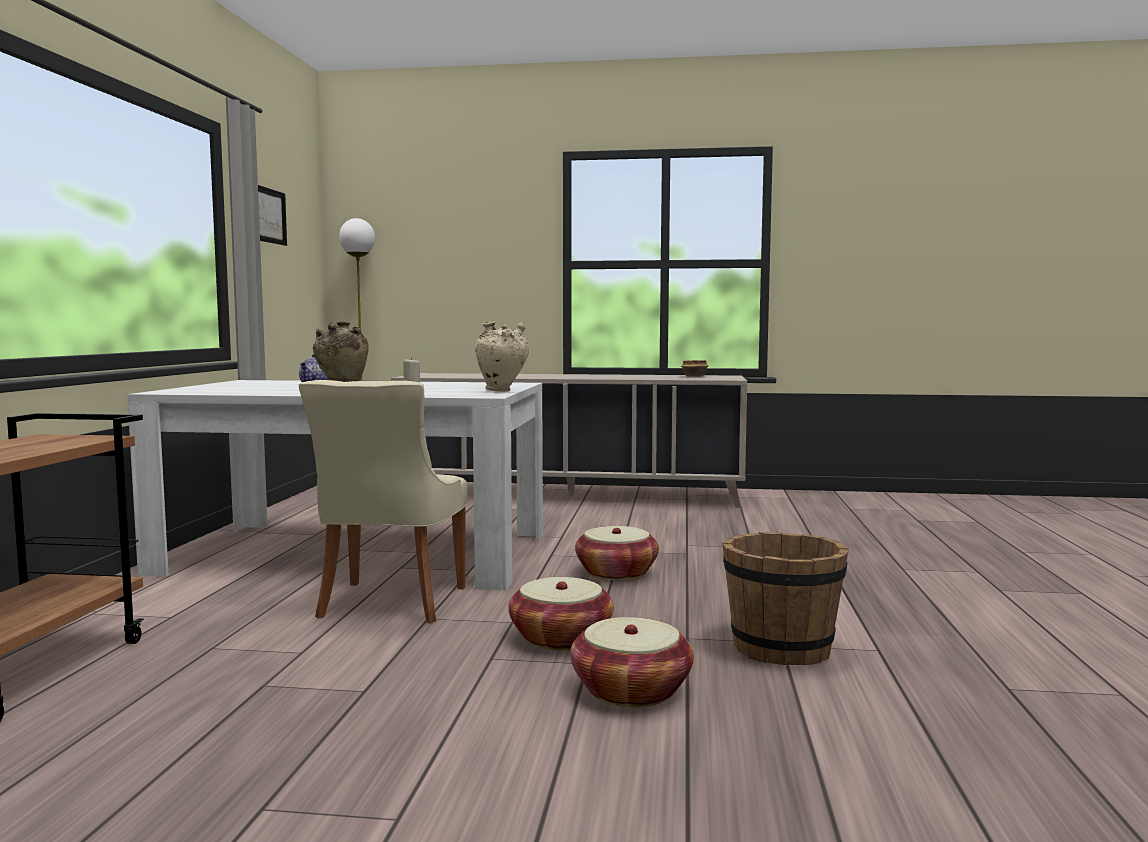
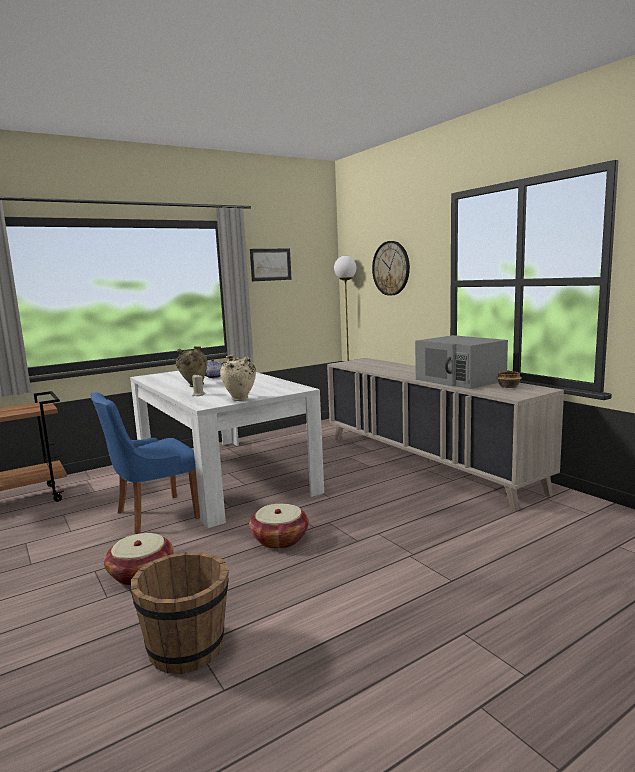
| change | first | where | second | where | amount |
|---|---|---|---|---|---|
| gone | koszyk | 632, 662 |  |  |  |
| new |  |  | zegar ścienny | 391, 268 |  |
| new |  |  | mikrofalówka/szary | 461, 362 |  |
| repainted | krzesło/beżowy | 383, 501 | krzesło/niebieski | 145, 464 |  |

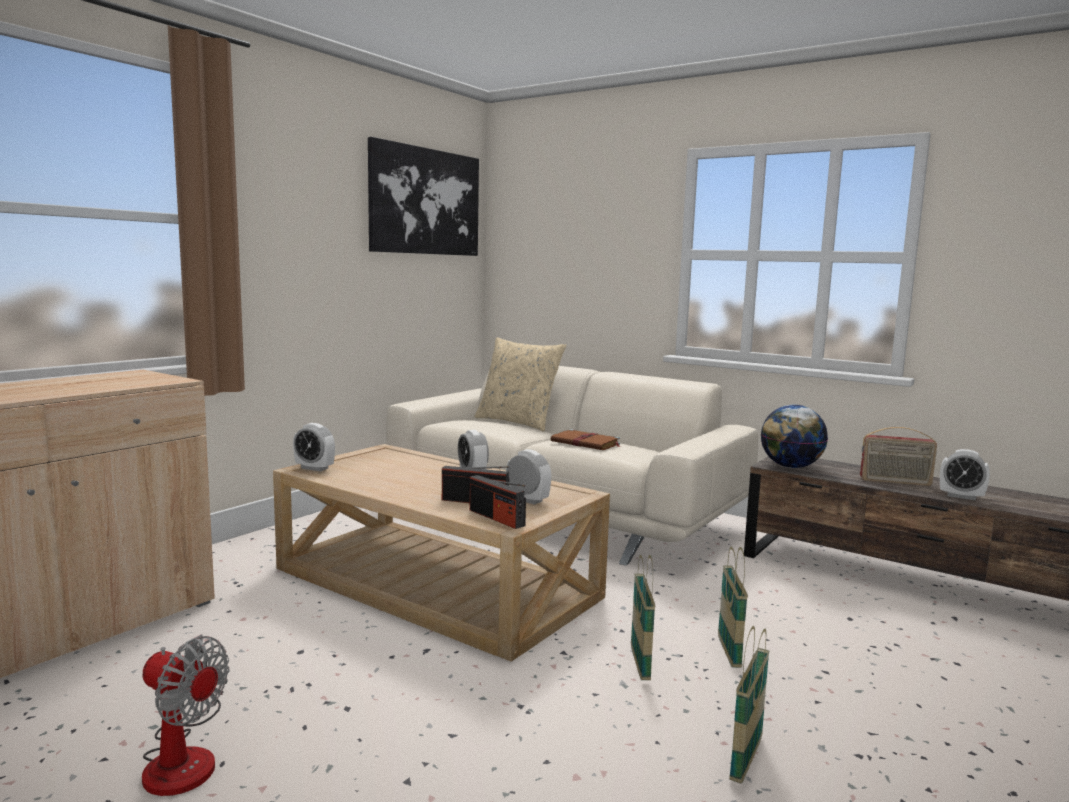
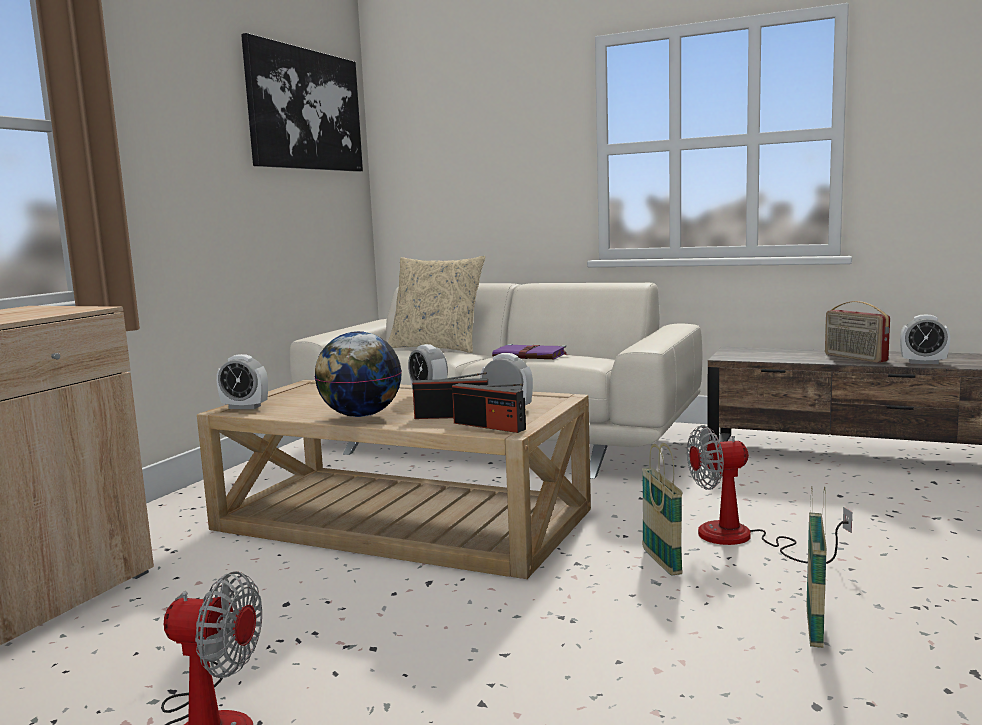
| change | first | where | second | where | amount |
|---|---|---|---|---|---|
| shifted | globus | 794, 436 |  | 358, 374 |  |
| swapped | koszyk | 733, 607 | wentylator | 769, 494 |  |
| repainted | książka/brązowy | 585, 439 | książka/fioletowy | 531, 351 |  |
| rotated | radio | 898, 456 |  | 857, 332 | 60 degrees clockwise |

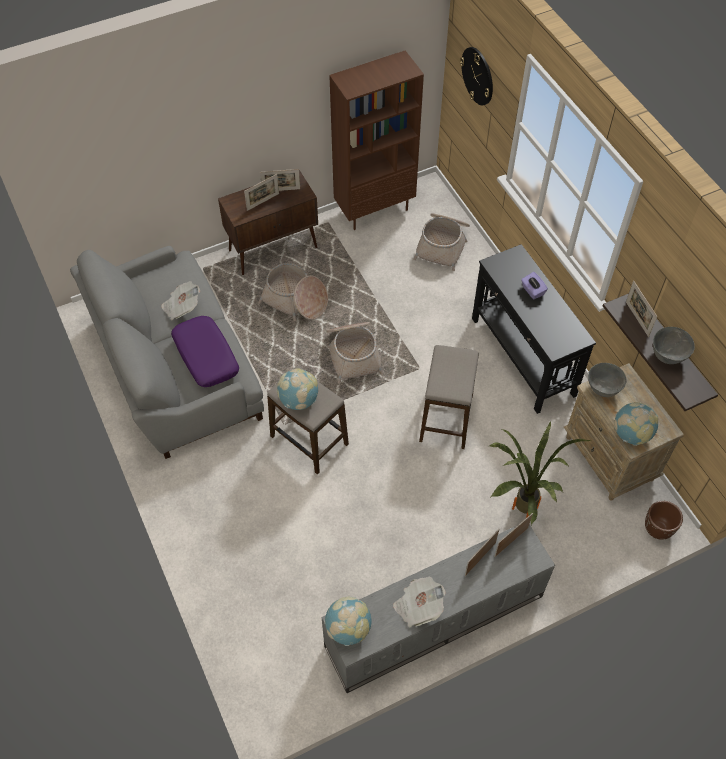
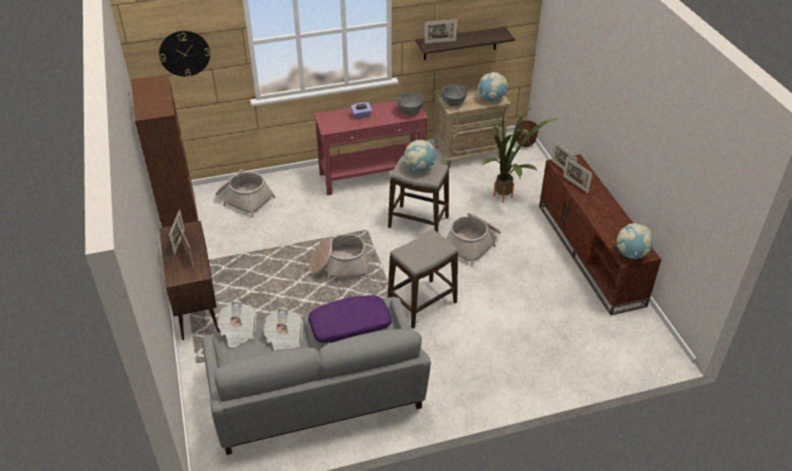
| change | first | where | second | where | amount |
|---|---|---|---|---|---|
| shifted | koszyk | 293, 292 |  | 473, 240 |  |
| shifted | globus | 297, 389 |  | 420, 156 |  |
| shifted | gazeta | 419, 602 |  | 237, 324 |  |
| shifted | miska/szary | 674, 345 |  | 410, 103 |  |
| repainted | szafka pod telewizor/szary | 438, 609 | szafka pod telewizor/brązowy | 600, 234 |  |
| repainted | stolik konsolowy/czarny | 534, 329 | stolik konsolowy/czerwony | 371, 148 |  |

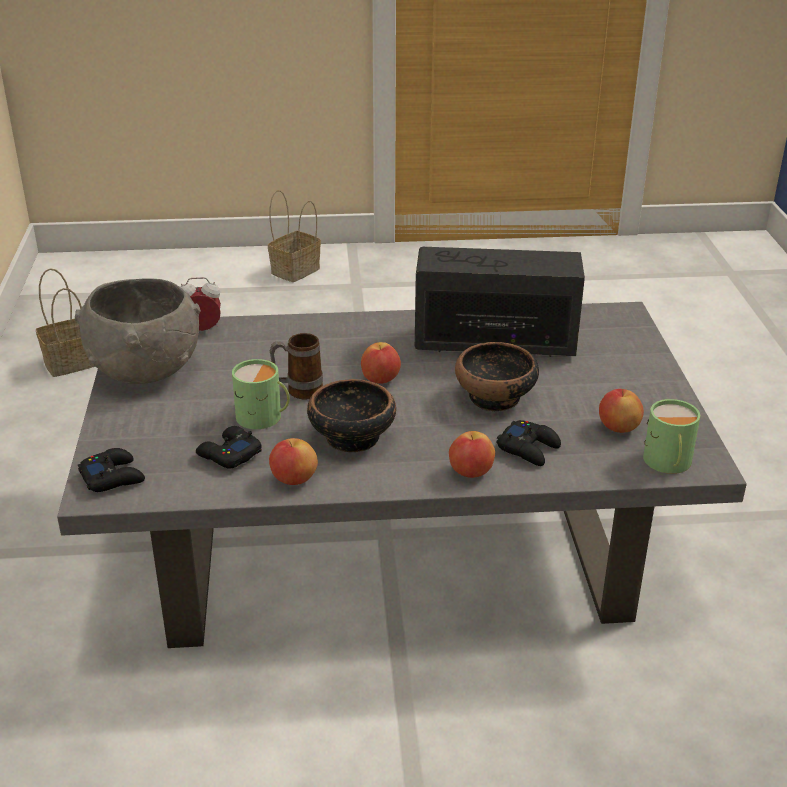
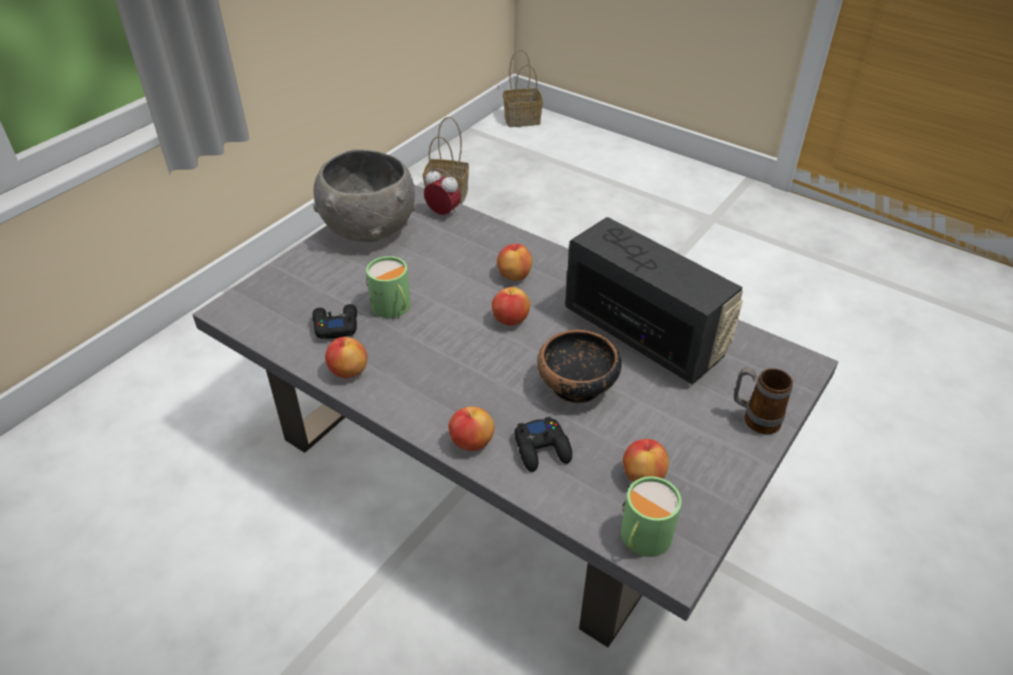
| change | first | where | second | where | amount |
|---|---|---|---|---|---|
| gone | pad do gier/czarny | 111, 470 |  |  |  |
| gone | miska | 351, 415 |  |  |  |
| new |  |  | jabłko | 514, 262 |  |
| shifted | koszyk | 294, 236 |  | 523, 88 |  |
| shifted | kubek | 296, 366 |  | 763, 400 |  |

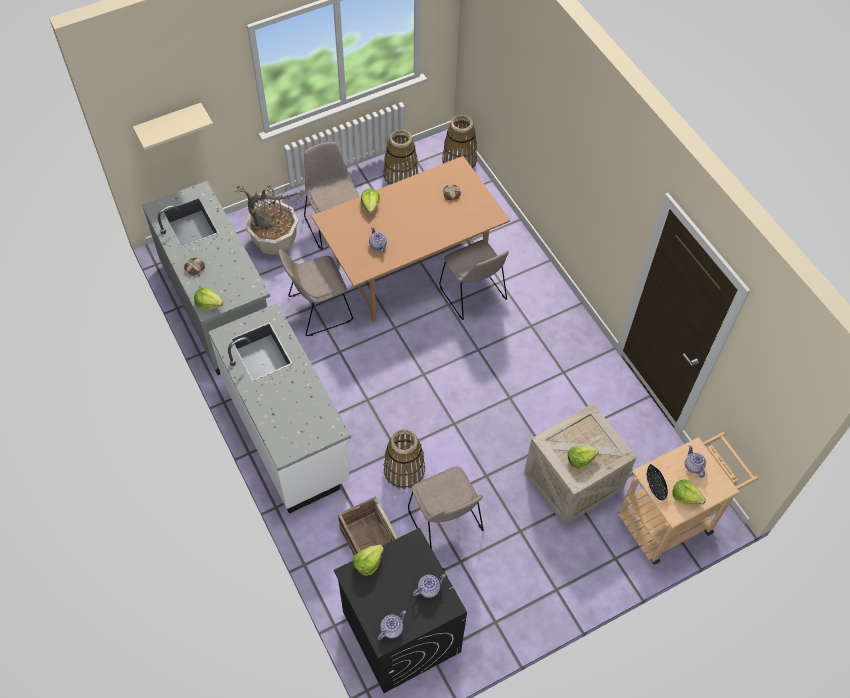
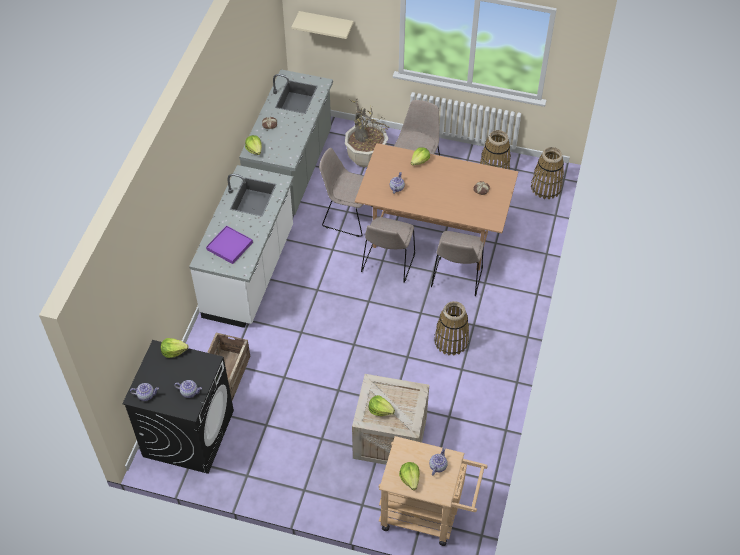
| change | first | where | second | where | amount |
|---|---|---|---|---|---|
| gone | miska/czarny | 657, 482 |  |  |  |
| new |  |  | taca/fioletowy | 229, 245 |  |
| shifted | koszyk | 404, 459 |  | 451, 328 |  |
| shifted | krzesło/beżowy | 446, 507 |  | 388, 249 |  |

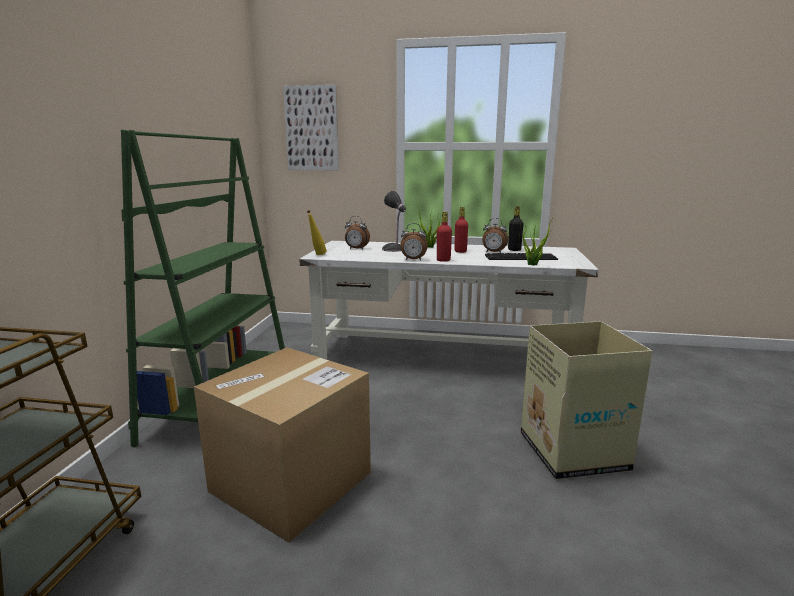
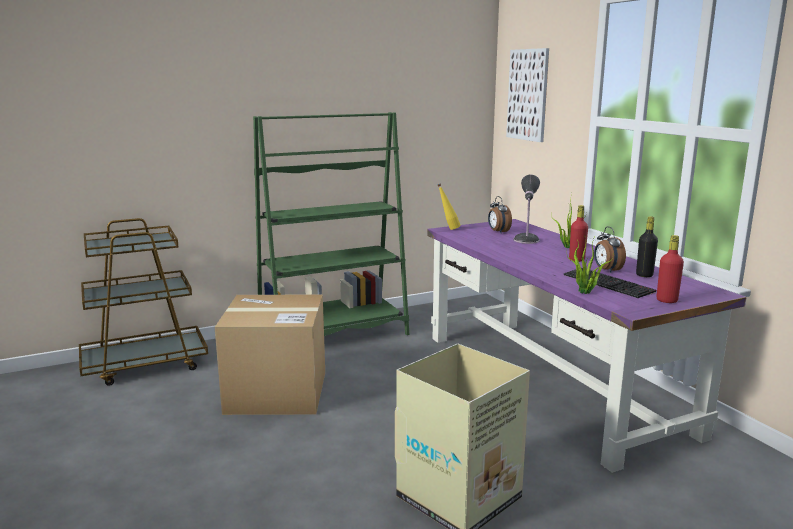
| change | first | where | second | where | amount |
|---|---|---|---|---|---|
| gone | budzik | 414, 242 |  |  |  |
| shifted | butelka/czerwony | 444, 237 |  | 670, 269 |  |
| repainted | biurko/biały | 449, 300 | biurko/fioletowy | 586, 346 |  |

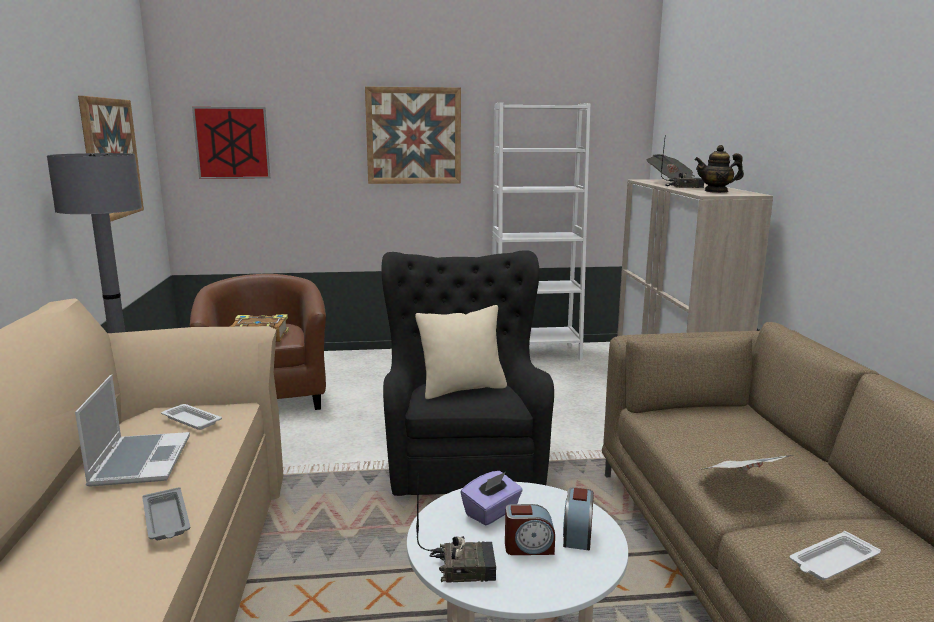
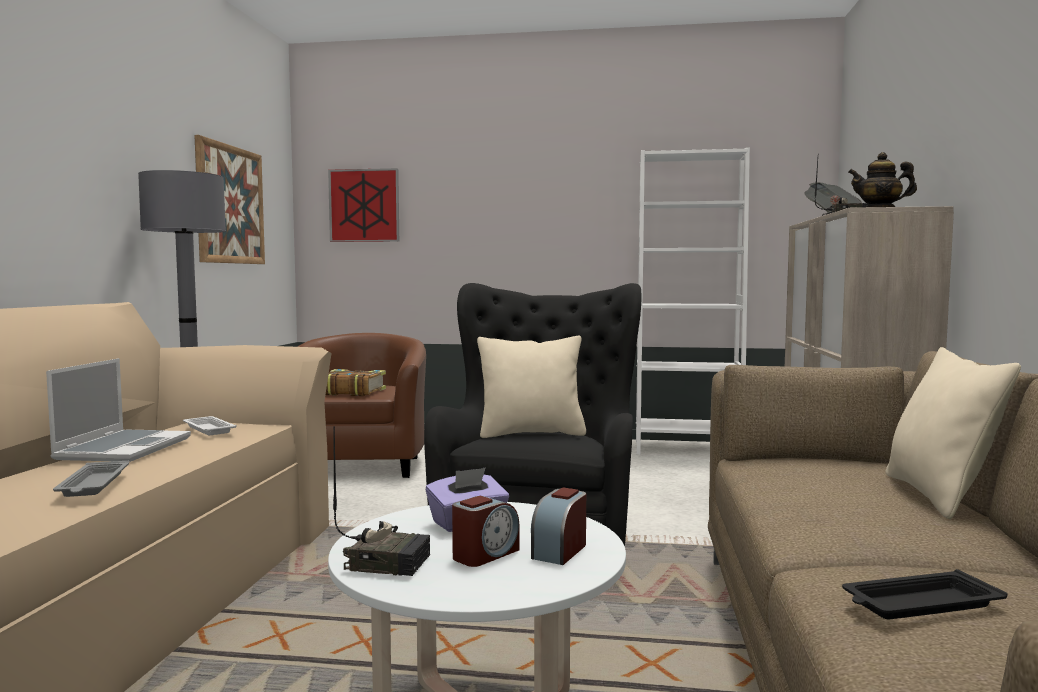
| change | first | where | second | where | amount |
|---|---|---|---|---|---|
| gone | obraz | 413, 135 |  |  |  |
| gone | gazeta | 745, 463 |  |  |  |
| new |  |  | poduszka/beżowy | 953, 433 |  |
| repainted | taca/biały | 835, 555 | taca/czarny | 925, 594 |  |
| rotated | budzik | 530, 529 |  | 485, 531 | 60 degrees counterclockwise |

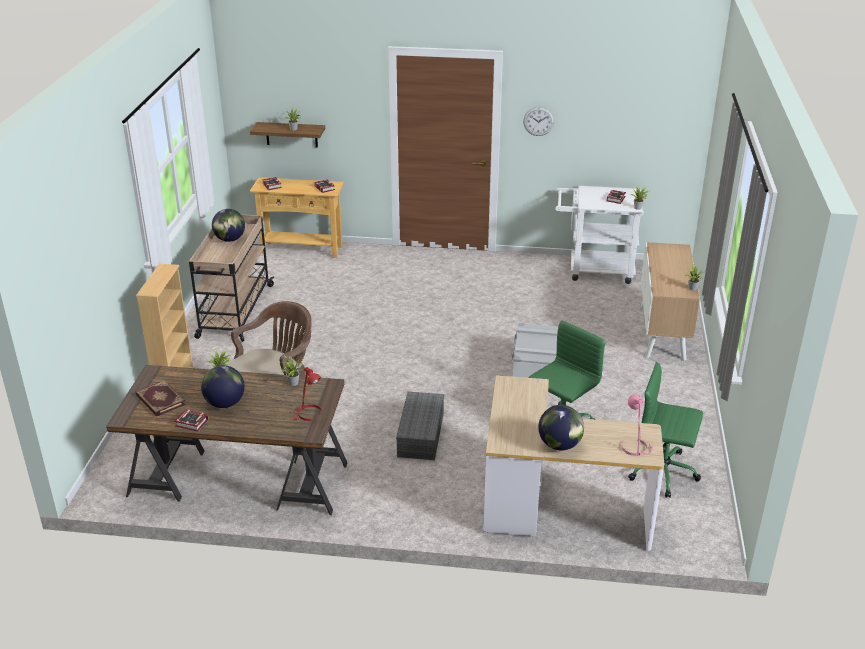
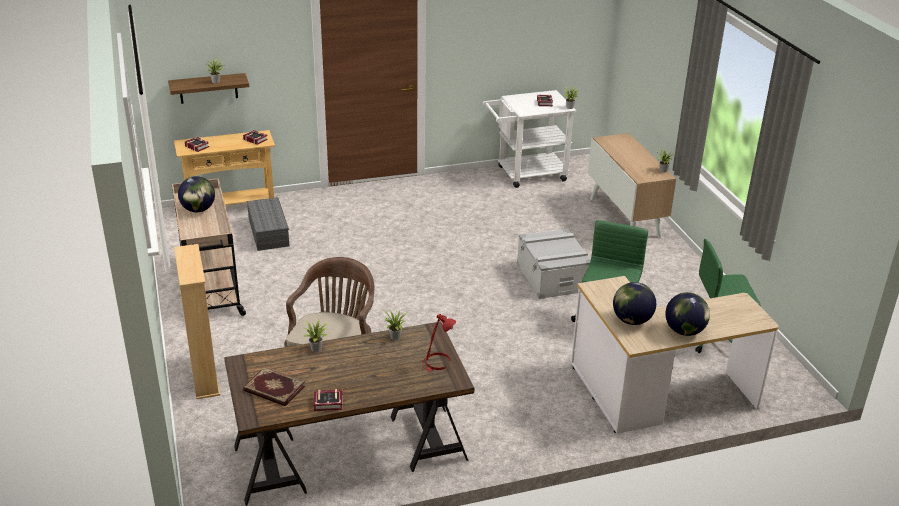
| change | first | where | second | where | amount |
|---|---|---|---|---|---|
| gone | zegar ścienny | 538, 121 |  |  |  |
| gone | lampa stołowa/różowy | 638, 425 |  |  |  |
| shifted | globus | 223, 386 |  | 634, 303 |  |
| shifted | pojemnik do przechowywania/szary | 420, 426 |  | 268, 224 |  |

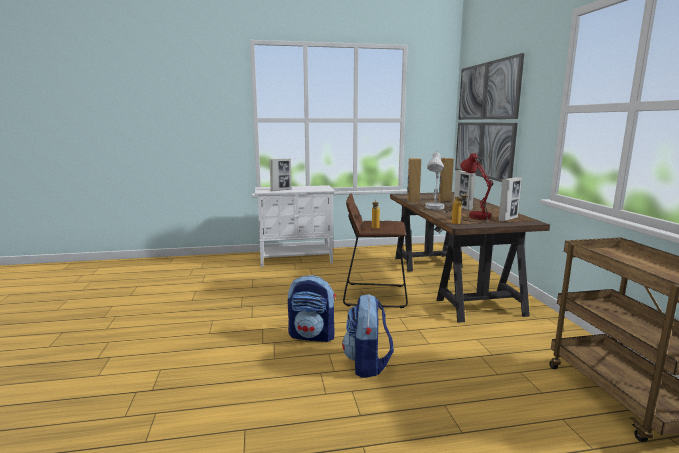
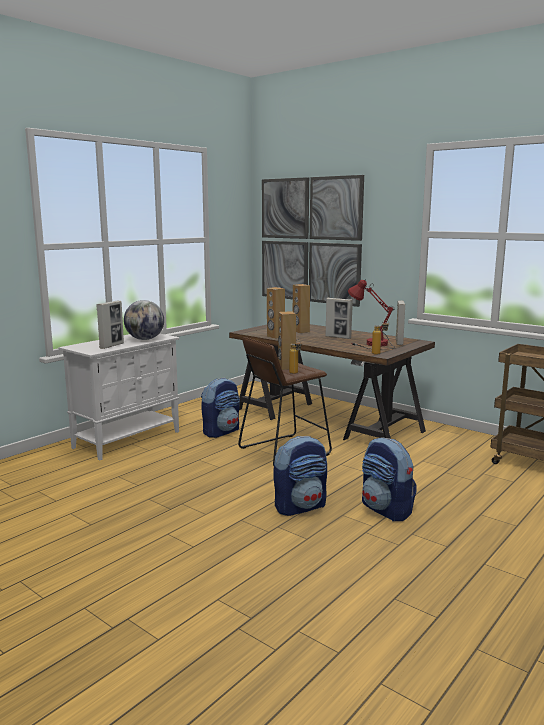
| change | first | where | second | where | amount |
|---|---|---|---|---|---|
| gone | lampa stołowa/biały | 438, 182 |  |  |  |
| new |  |  | globus | 144, 320 |  |
| new |  |  | plecak | 220, 408 |  |
| new |  |  | głośnik/brązowy | 287, 340 |  |

